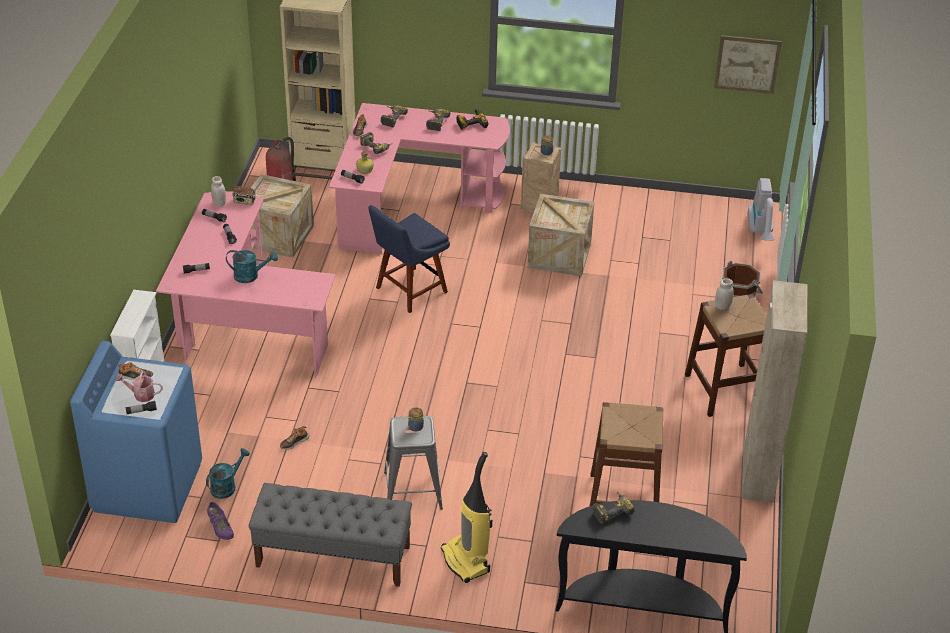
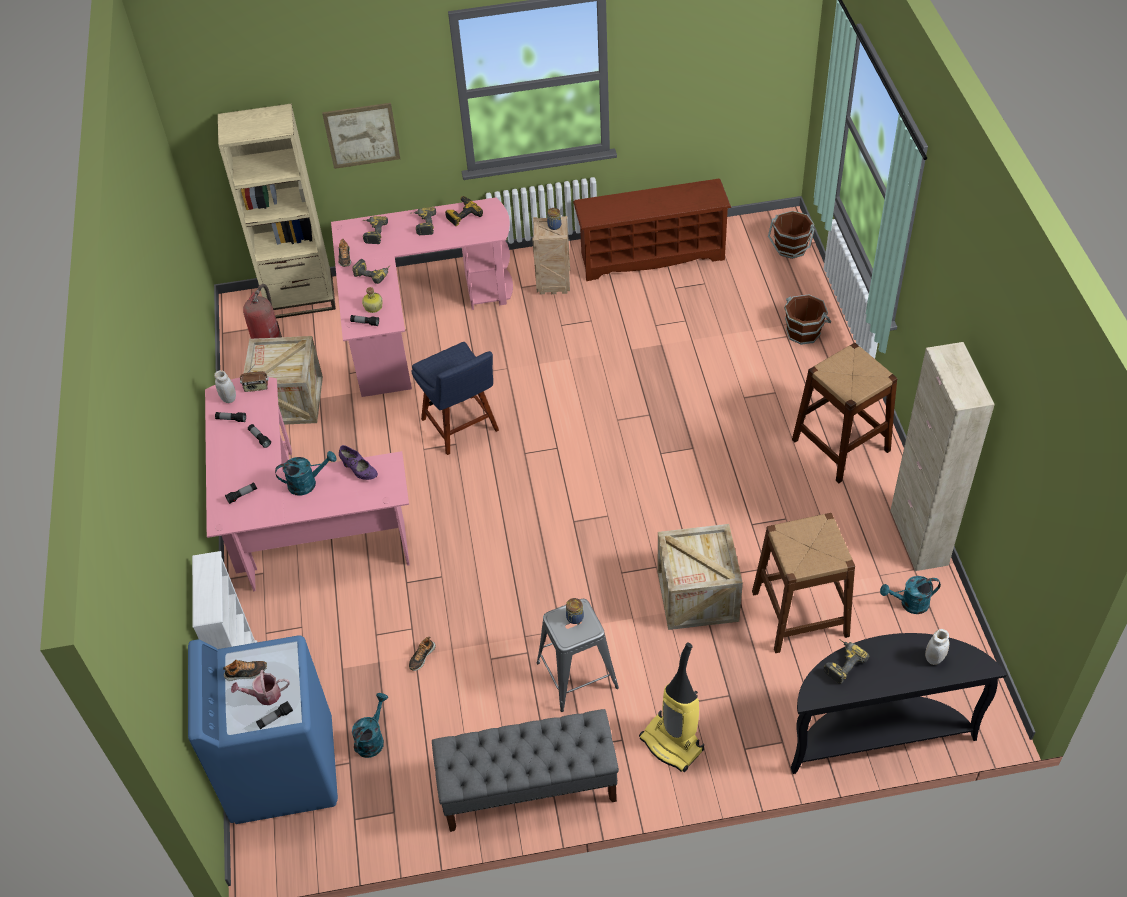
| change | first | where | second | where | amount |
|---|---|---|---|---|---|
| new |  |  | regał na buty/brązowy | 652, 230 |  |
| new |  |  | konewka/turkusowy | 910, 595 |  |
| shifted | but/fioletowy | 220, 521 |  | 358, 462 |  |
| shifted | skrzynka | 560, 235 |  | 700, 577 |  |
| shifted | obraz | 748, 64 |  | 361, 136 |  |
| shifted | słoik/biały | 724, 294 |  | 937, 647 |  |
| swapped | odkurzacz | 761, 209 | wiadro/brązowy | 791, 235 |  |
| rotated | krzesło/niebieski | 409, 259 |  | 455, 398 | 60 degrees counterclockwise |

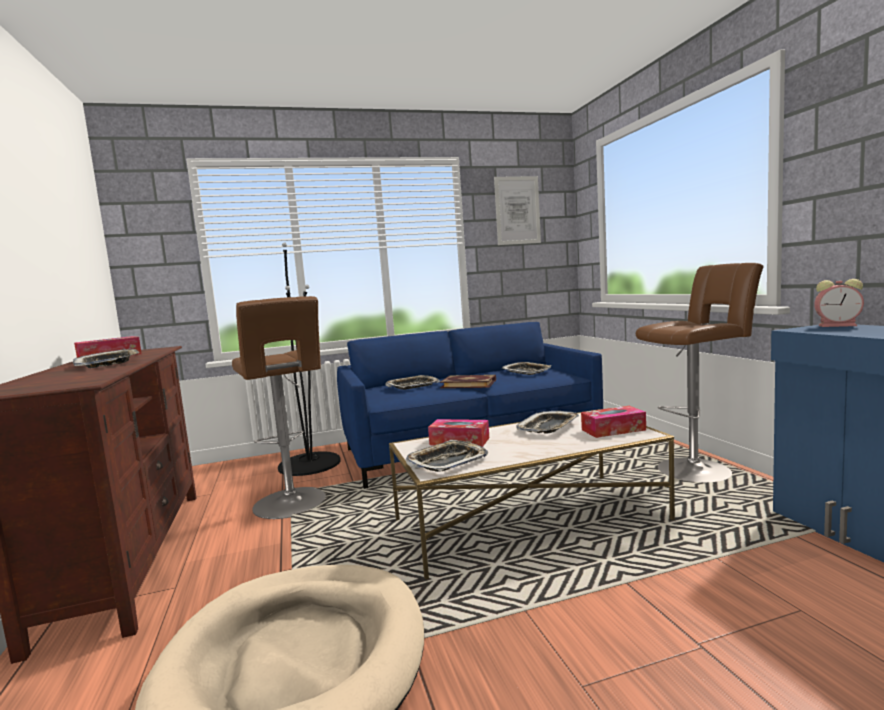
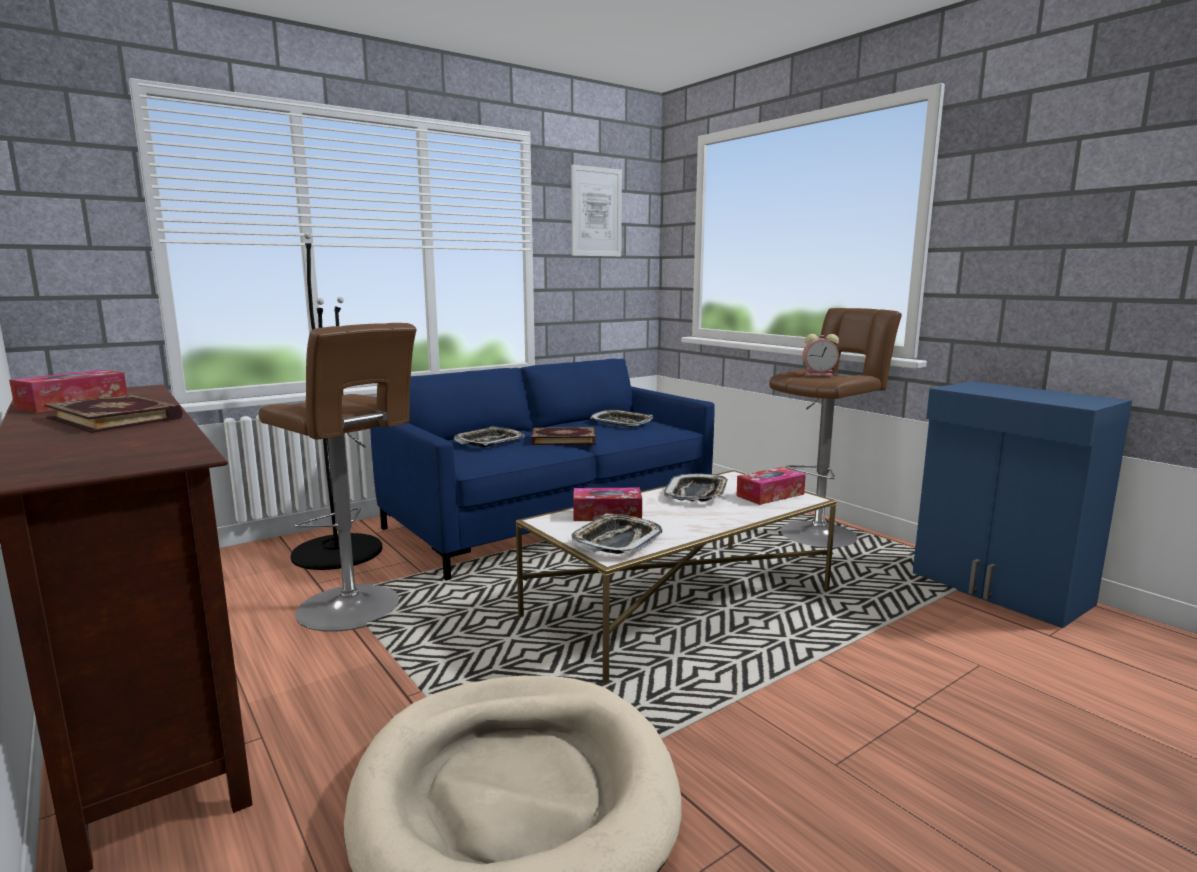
| change | first | where | second | where | amount |
|---|---|---|---|---|---|
| shifted | budzik | 839, 303 |  | 820, 355 |  |
| swapped | taca | 106, 358 | książka | 113, 413 |  |

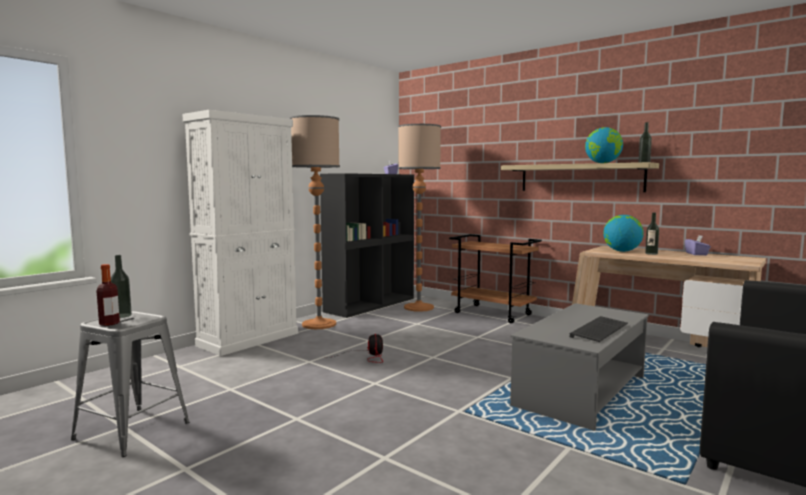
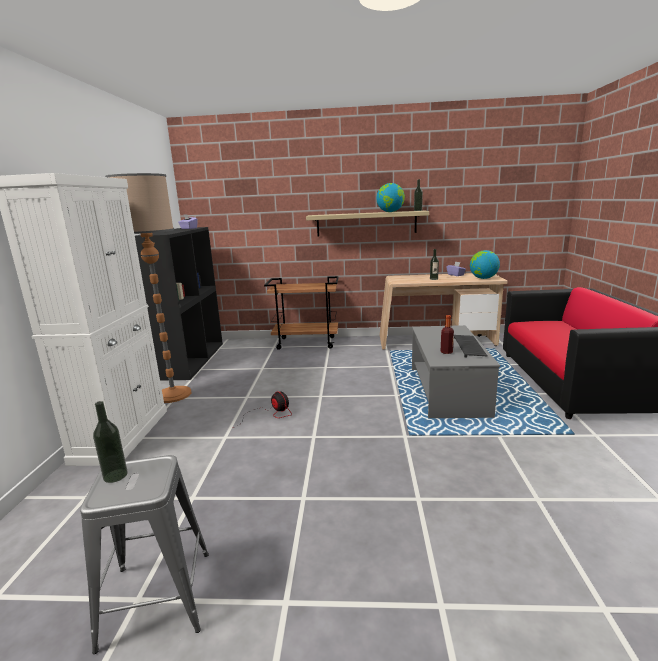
| change | first | where | second | where | amount |
|---|---|---|---|---|---|
| gone | lampa stojąca | 419, 218 |  |  |  |
| shifted | butelka | 108, 295 |  | 447, 334 |  |
| shifted | globus | 623, 233 |  | 485, 264 |  |

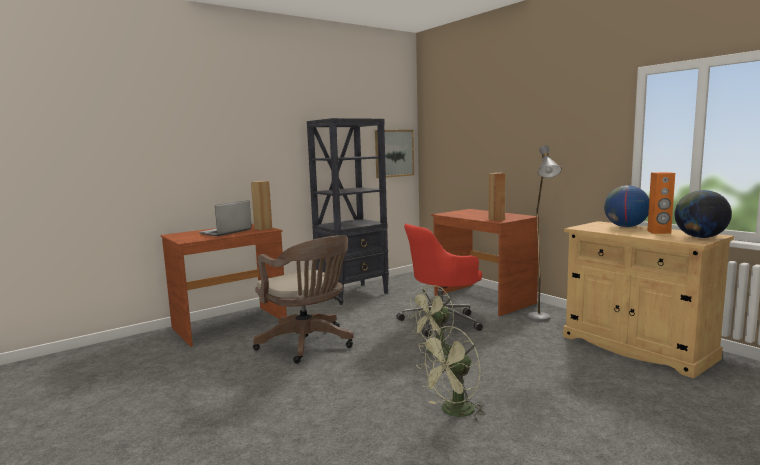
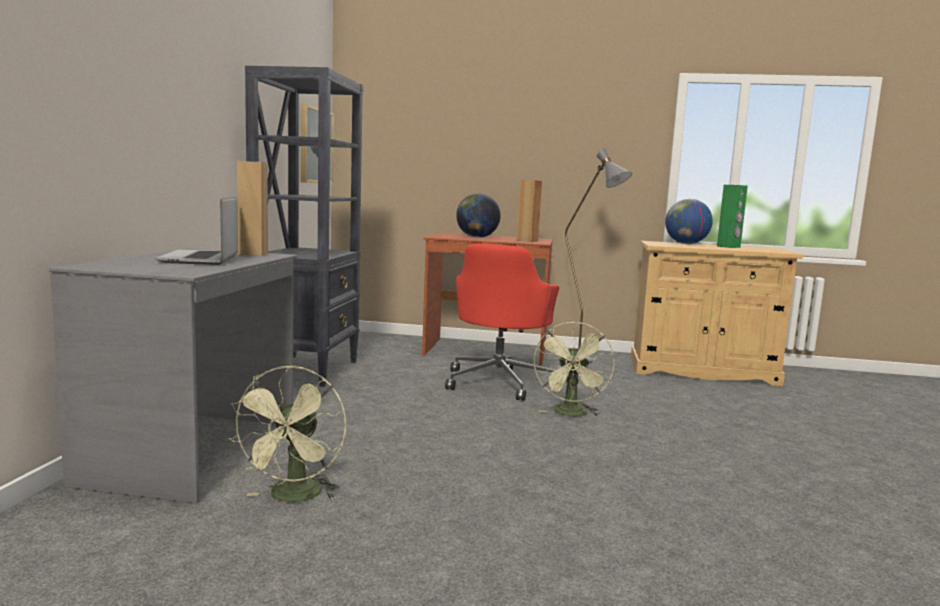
| change | first | where | second | where | amount |
|---|---|---|---|---|---|
| gone | krzesło biurowe/brązowy | 303, 299 |  |  |  |
| shifted | wentylator/zielony | 451, 374 |  | 287, 433 |  |
| shifted | globus | 703, 214 |  | 478, 215 |  |
| repainted | biurko/brązowy | 223, 285 | biurko/szary | 173, 376 |  |
| repainted | głośnik/pomarańczowy | 661, 203 | głośnik/zielony | 732, 216 |  |

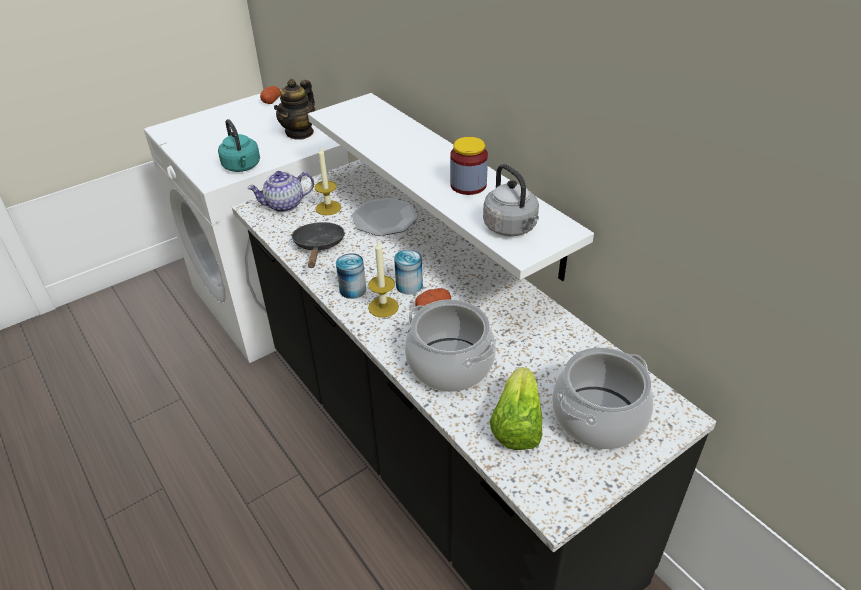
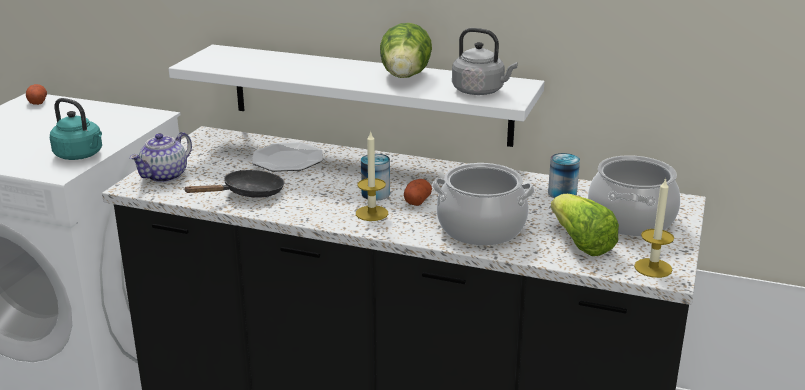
| change | first | where | second | where | amount |
|---|---|---|---|---|---|
| gone | imbryk | 295, 109 |  |  |  |
| shifted | świeca | 328, 181 |  | 654, 228 |  |
| shifted | puszka | 351, 276 |  | 564, 175 |  |
| swapped | słoik | 469, 166 | sałata | 406, 50 |  |
| rotated | patelnia/czarny | 318, 245 |  | 234, 184 | 90 degrees clockwise |

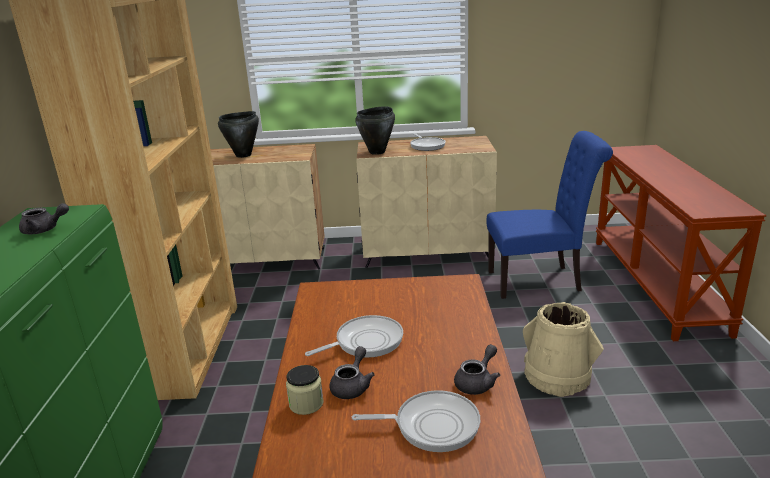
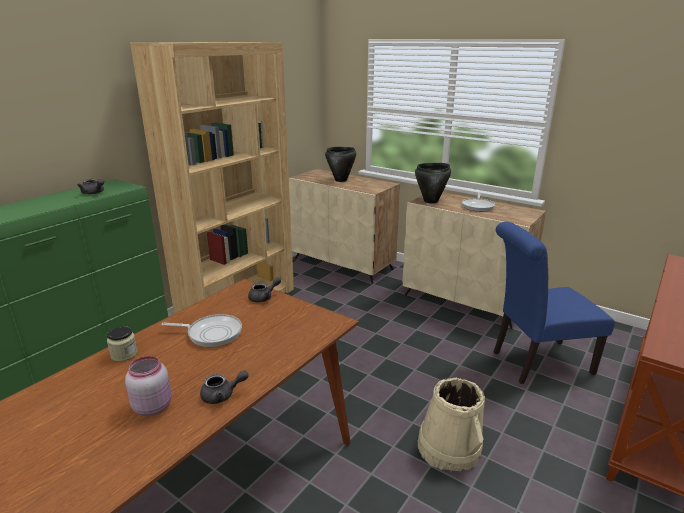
| change | first | where | second | where | amount |
|---|---|---|---|---|---|
| shifted | imbryk/szary | 352, 372 |  | 264, 290 |  |
| swapped | patelnia | 416, 421 | słoik/różowy | 148, 386 |  |
| rotated | krzesło/niebieski | 549, 215 |  | 554, 303 | 135 degrees clockwise |

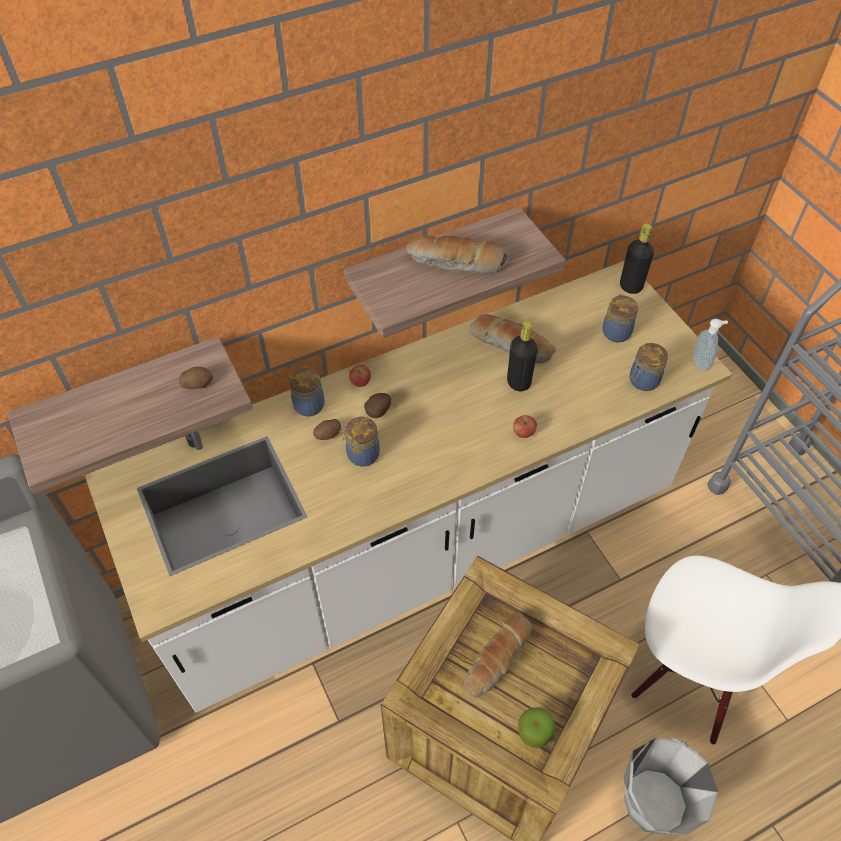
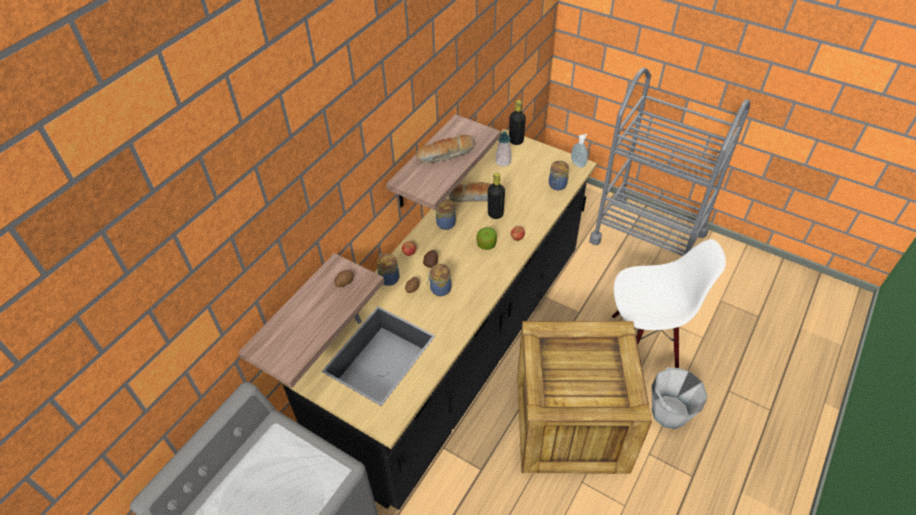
| change | first | where | second | where | amount |
|---|---|---|---|---|---|
| gone | chleb | 498, 655 |  |  |  |
| new |  |  | dozownik mydła | 504, 149 |  |
| shifted | jabłko | 536, 727 |  | 486, 238 |  |
| shifted | słoik | 620, 318 |  | 446, 214 |  |
| repainted | zabudowa kuchenna/biały | 408, 487 | zabudowa kuchenna/czarny | 438, 319 |  |

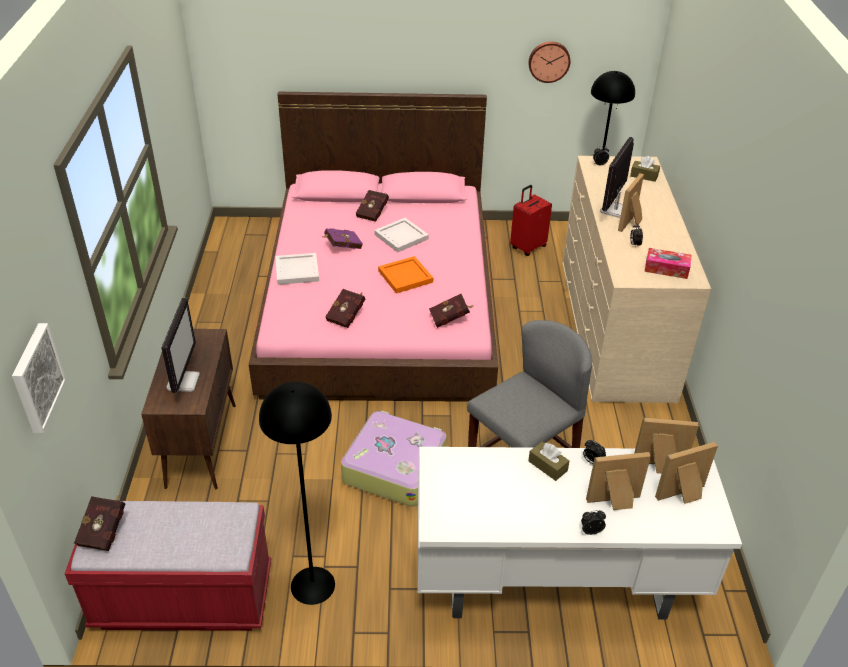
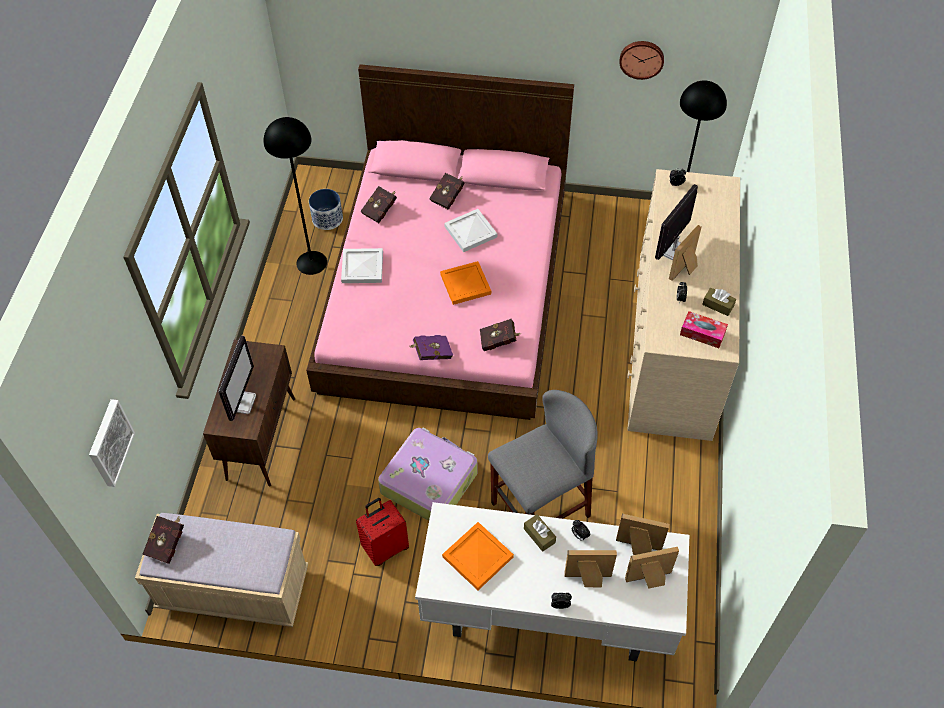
| change | first | where | second | where | amount |
|---|---|---|---|---|---|
| new |  |  | donica | 326, 209 |  |
| new |  |  | taca/pomarańczowy | 478, 556 |  |
| shifted | lampa stojąca/czarny | 297, 493 |  | 295, 196 |  |
| shifted | książka/fioletowy | 343, 238 |  | 431, 347 |  |
| shifted | książka/czerwony | 345, 308 |  | 378, 204 |  |
| shifted | walizka/czerwony | 531, 220 |  | 382, 532 |  |
| shifted | pudełko chusteczek/brązowy | 645, 169 |  | 719, 302 |  |
| repainted | ławka/czerwony | 168, 566 | ławka/beżowy | 221, 570 |  |

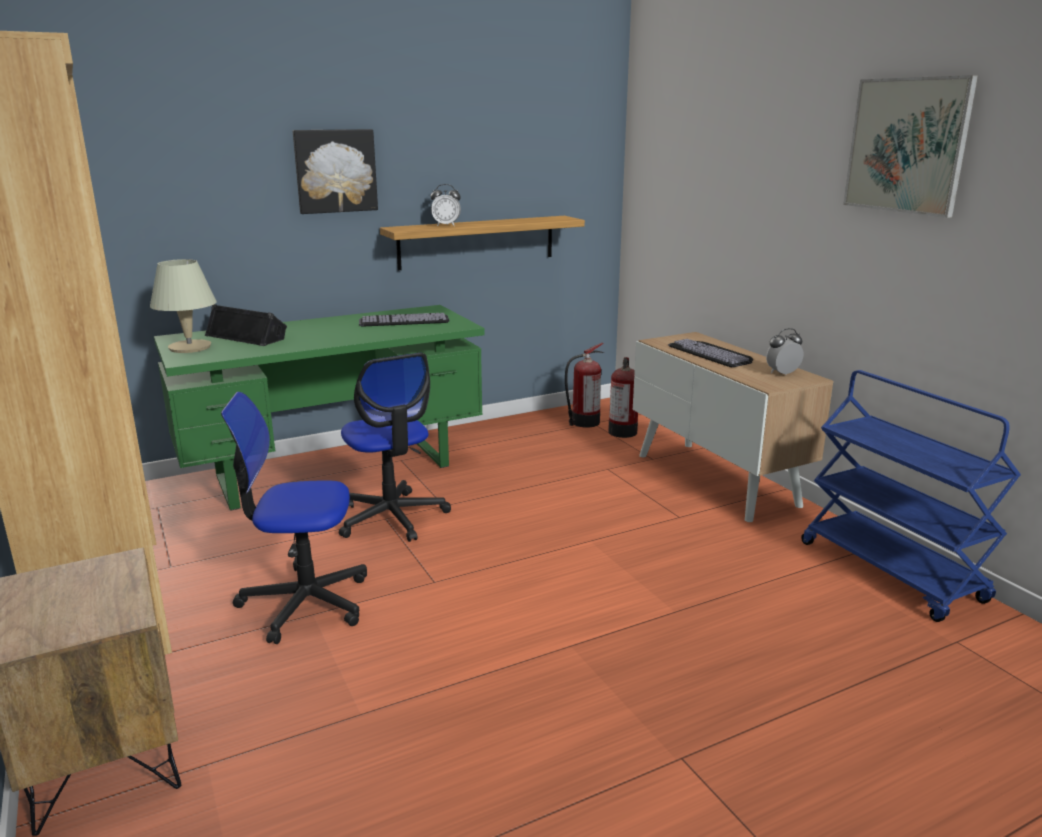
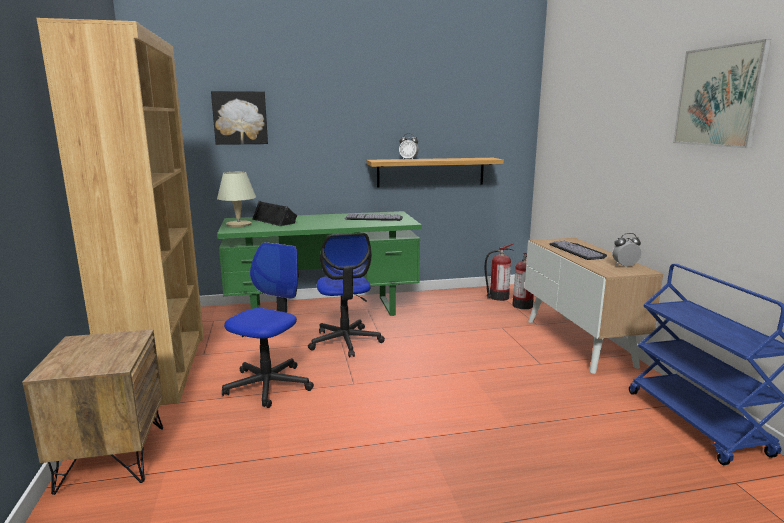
| change | first | where | second | where | amount |
|---|---|---|---|---|---|
| shifted | obraz | 335, 171 |  | 239, 118 |  |
| rotated | krzesło biurowe | 294, 518 |  | 268, 325 | 105 degrees clockwise |

